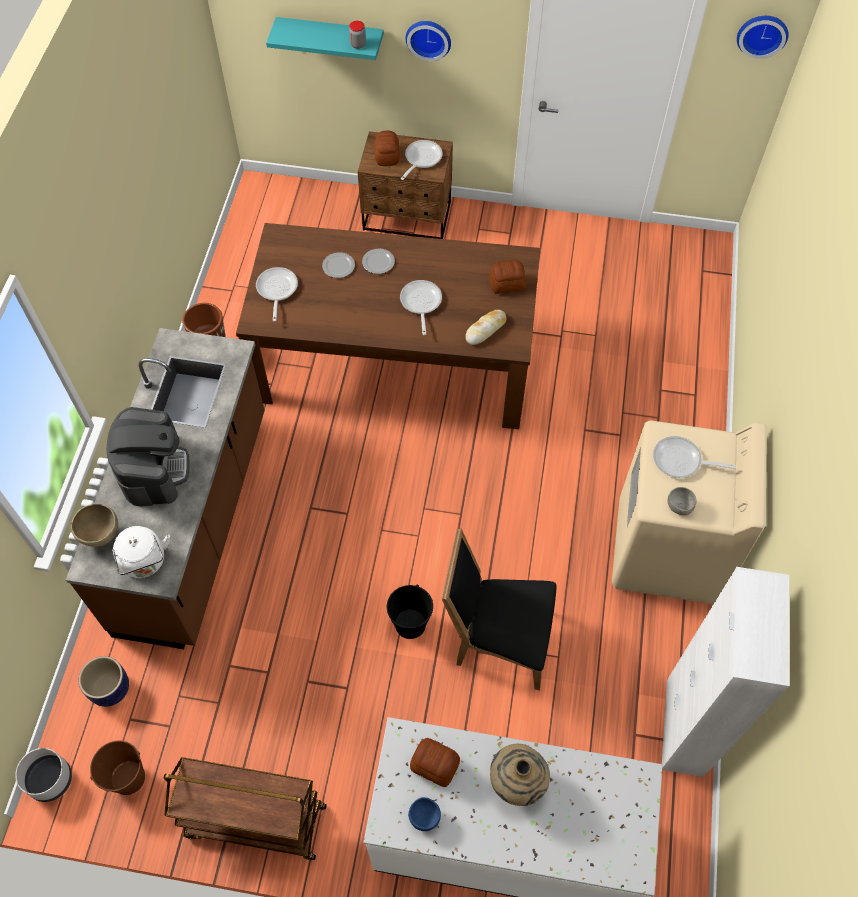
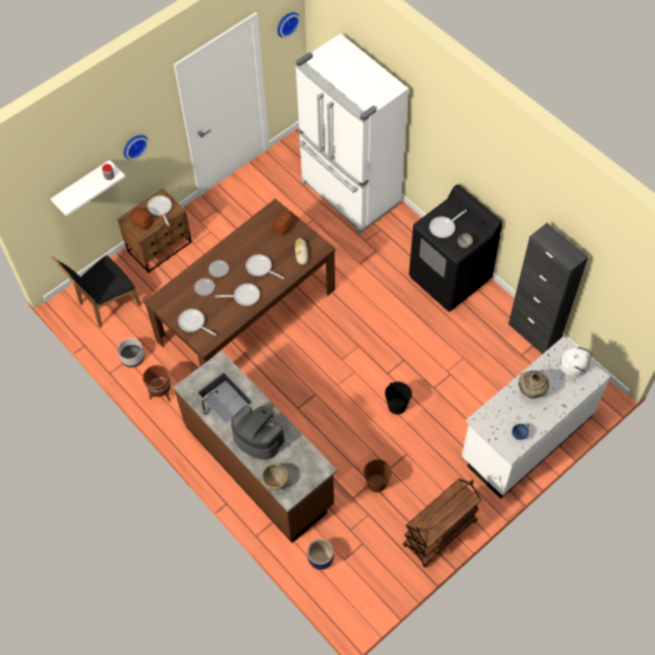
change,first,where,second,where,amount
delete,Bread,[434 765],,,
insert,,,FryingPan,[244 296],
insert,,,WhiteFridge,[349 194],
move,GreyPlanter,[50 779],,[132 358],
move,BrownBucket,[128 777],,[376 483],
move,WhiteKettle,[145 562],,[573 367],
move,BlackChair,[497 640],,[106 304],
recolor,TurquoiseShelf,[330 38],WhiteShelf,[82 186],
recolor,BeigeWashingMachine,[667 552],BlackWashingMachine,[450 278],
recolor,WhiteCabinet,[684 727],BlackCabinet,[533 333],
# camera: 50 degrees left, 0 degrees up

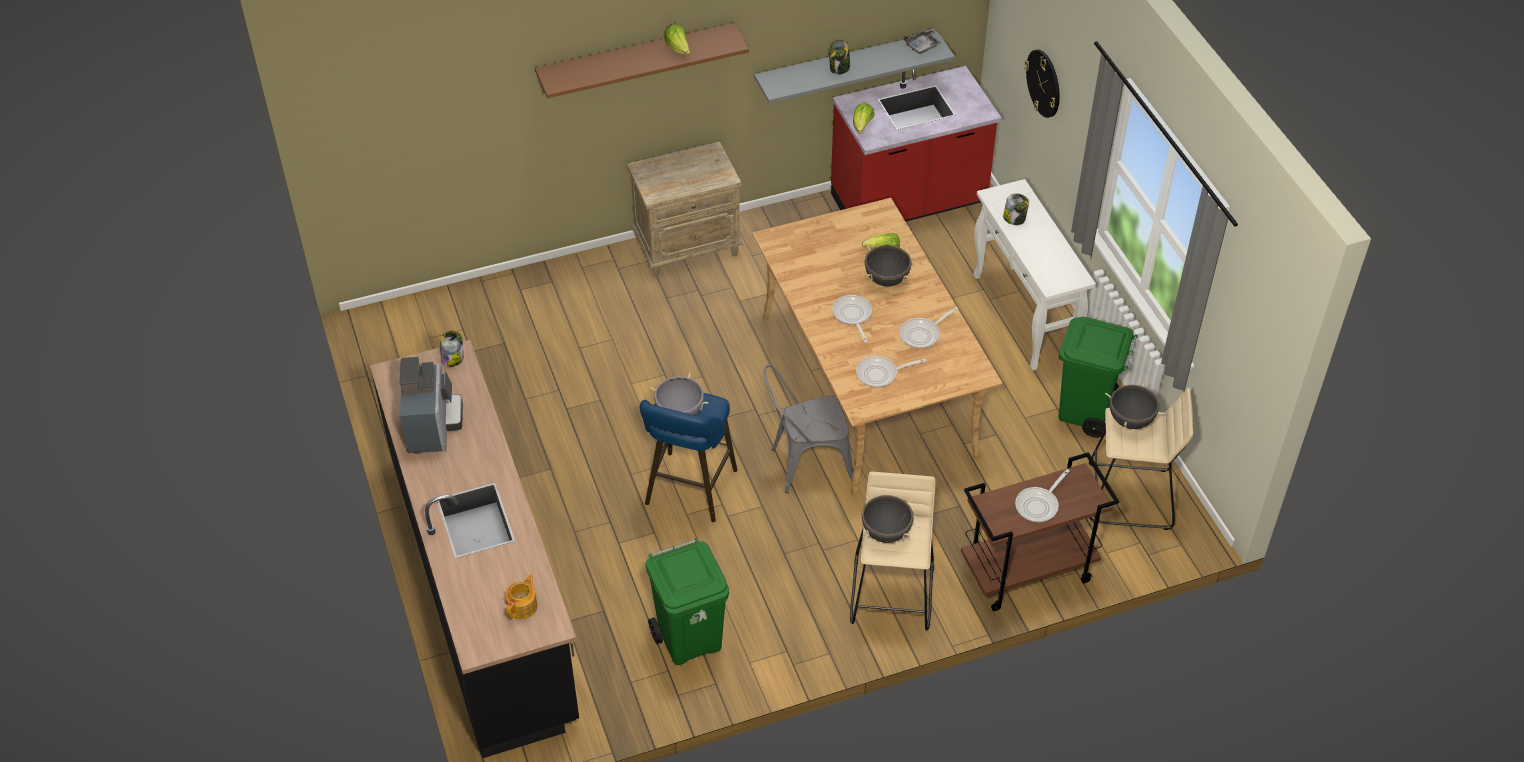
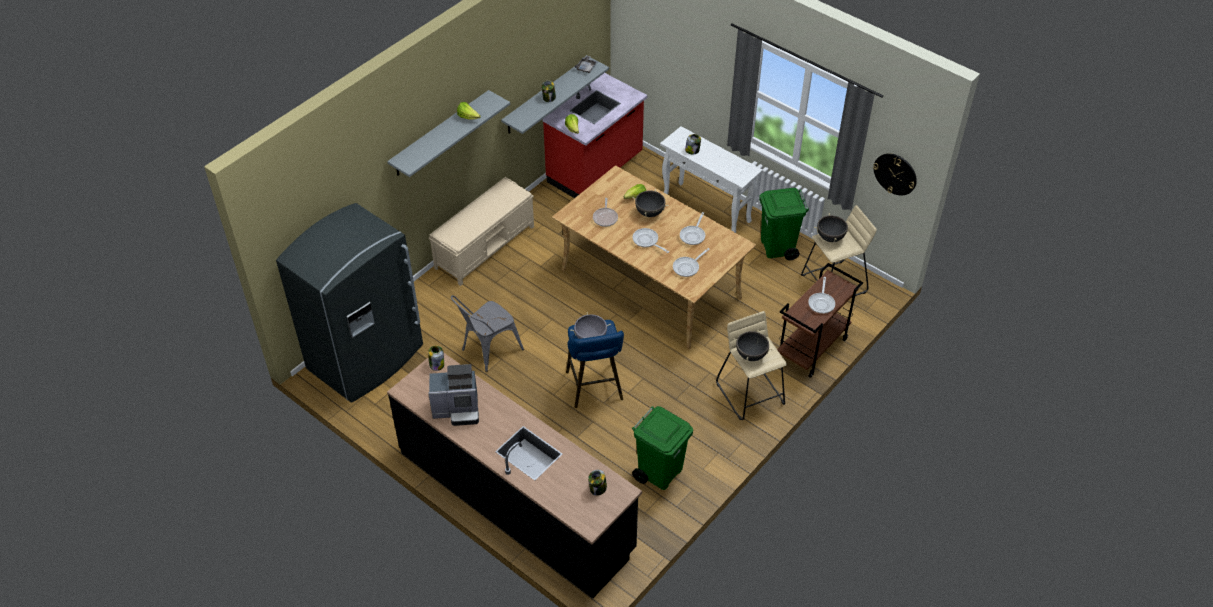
change,first,where,second,where,amount
insert,,,GreyFridge,[367 358],
insert,,,FryingPan,[605 217],
move,GreyChair,[805 465],,[488 351],
move,WallClock,[1044 83],,[895 174],
replace,Teapot,[523 606],Jar,[598 488],
replace,BeigeNightstand,[688 247],BeigeBench,[485 246],
recolor,BrownShelf,[636 59],GreyShelf,[440 134],
rotate,CoffeeMachine,[433 426],,[457 410],120 degrees clockwise
# camera: 30 degrees left, 0 degrees up

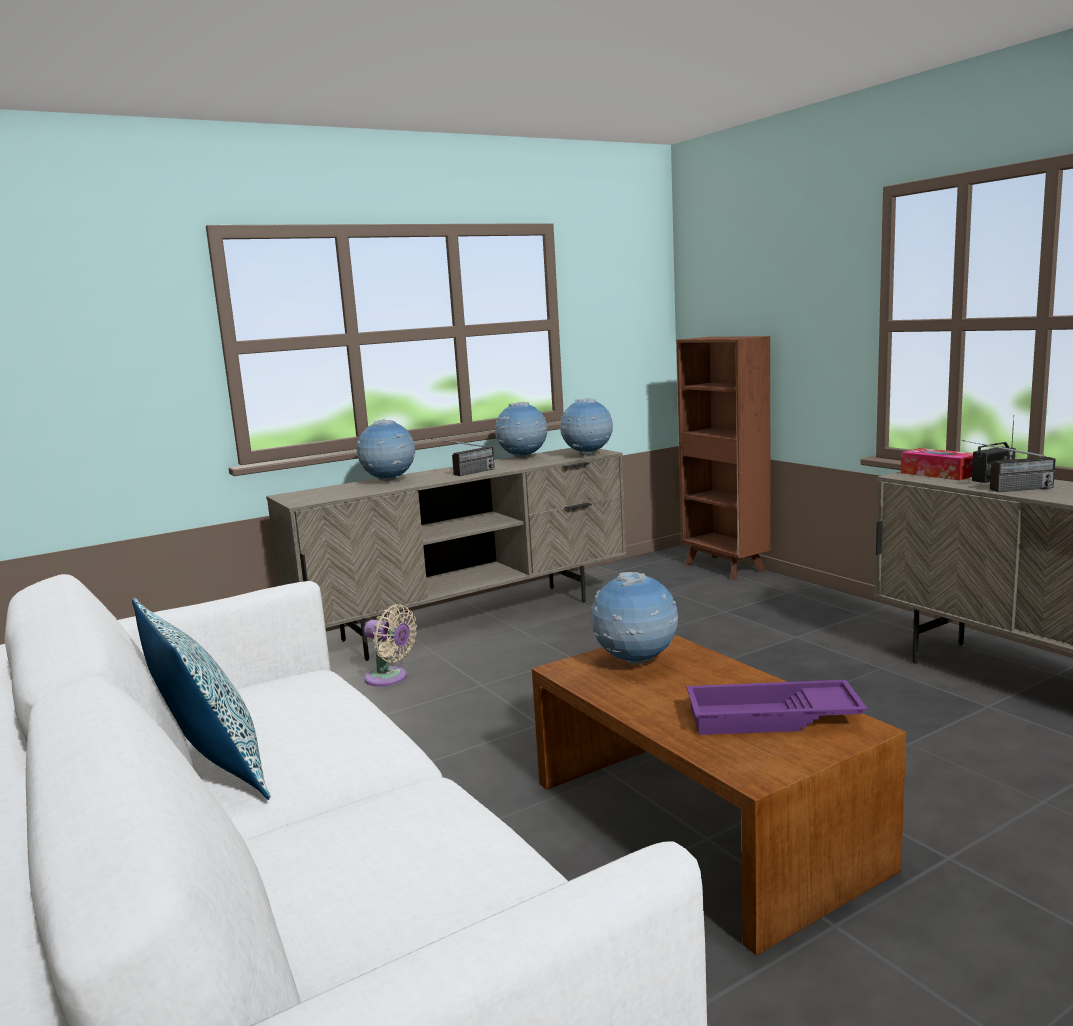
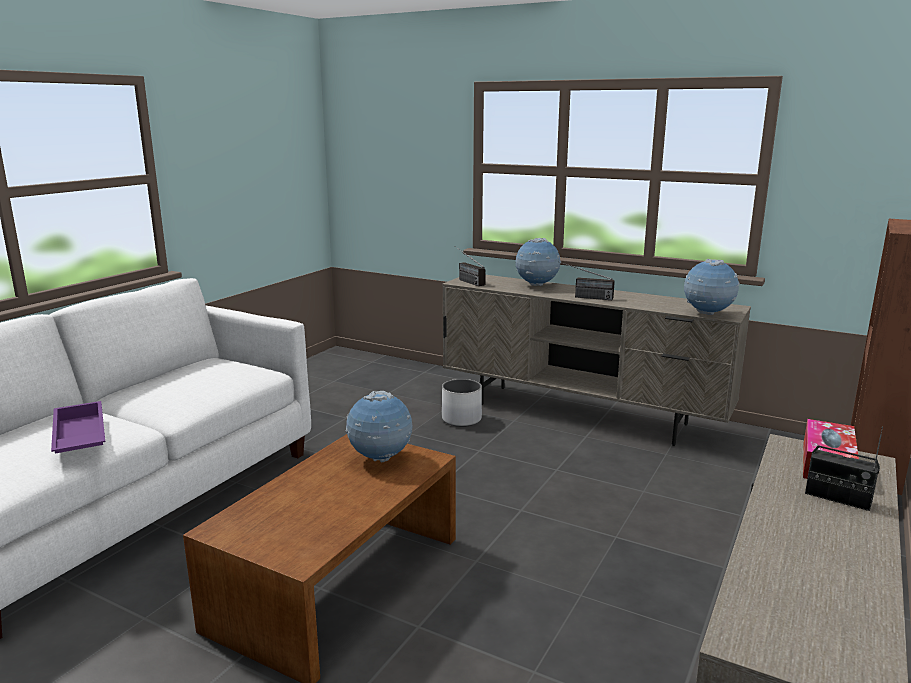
change,first,where,second,where,amount
delete,Pillow,[212 771],,,
delete,Globe,[523 458],,,
move,PurpleTray,[772 718],,[78 437],
move,Radio,[1007 490],,[465 280],
replace,BeigeFan,[389 678],WhitePlanter,[462 419],
# camera: 60 degrees right, 5 degrees up

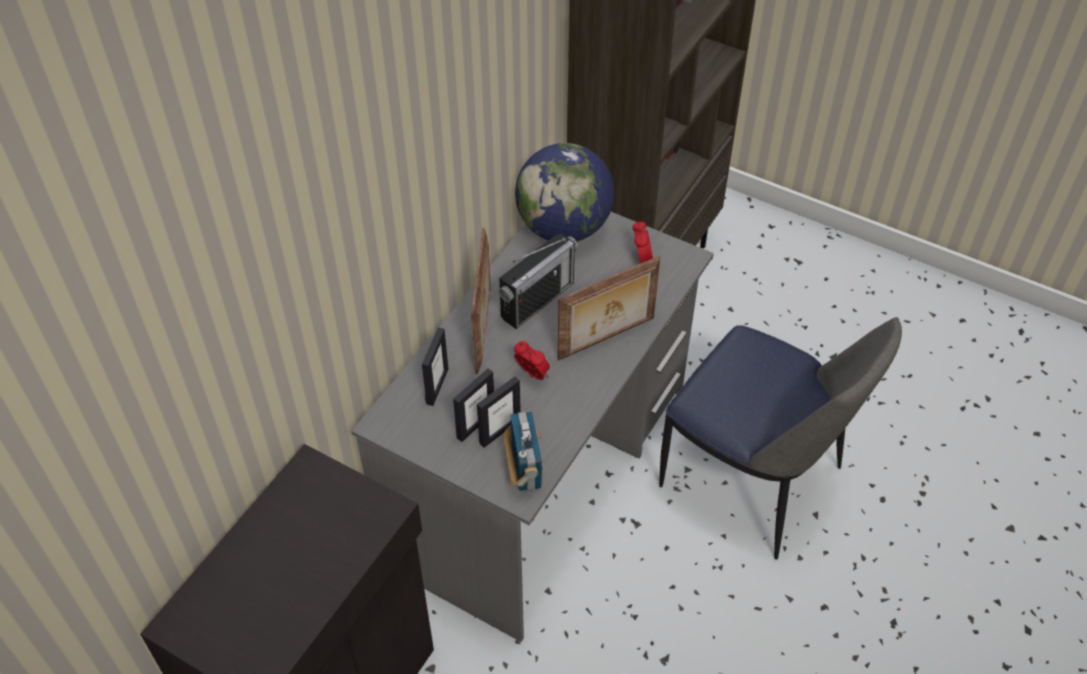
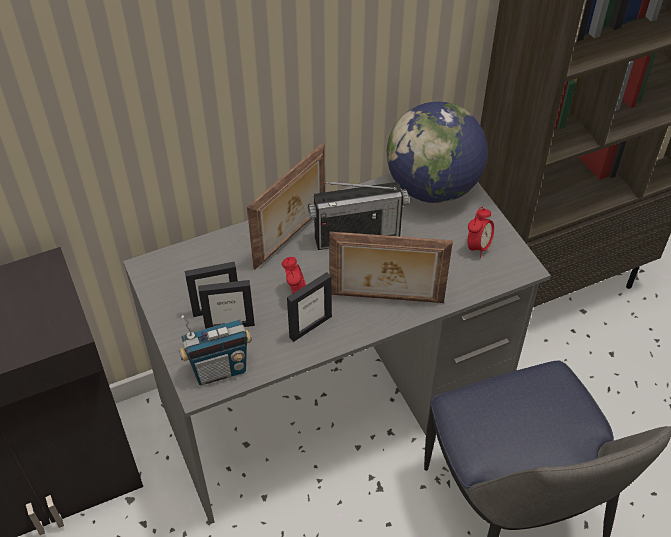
change,first,where,second,where,amount
move,PictureFrame,[437 386],,[310 326],
rotate,Radio,[525 471],,[219 370],45 degrees clockwise
# camera: 35 degrees right, 0 degrees up

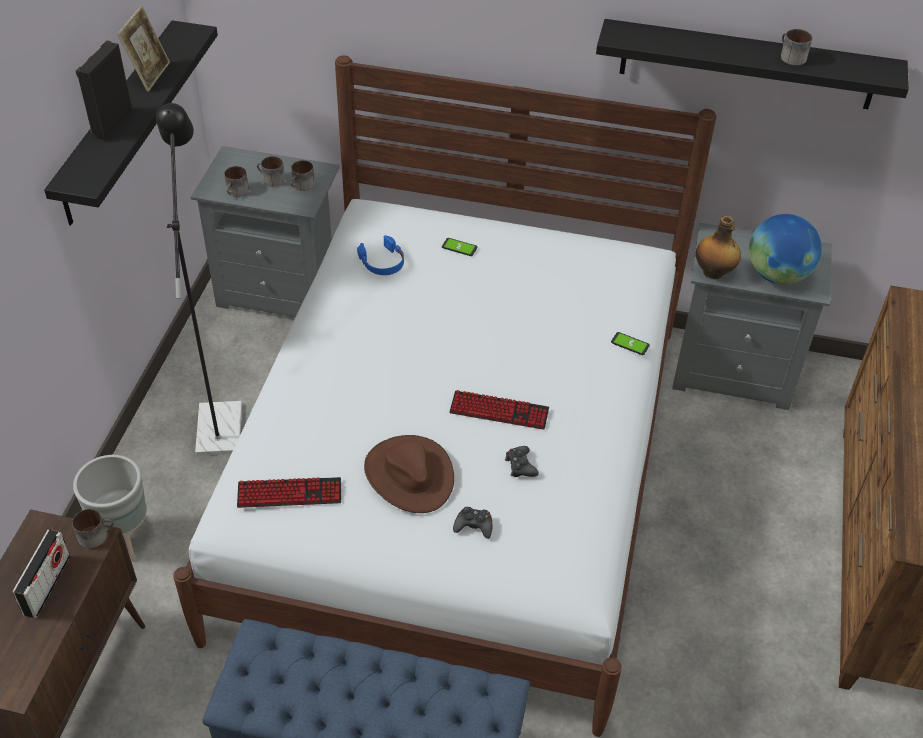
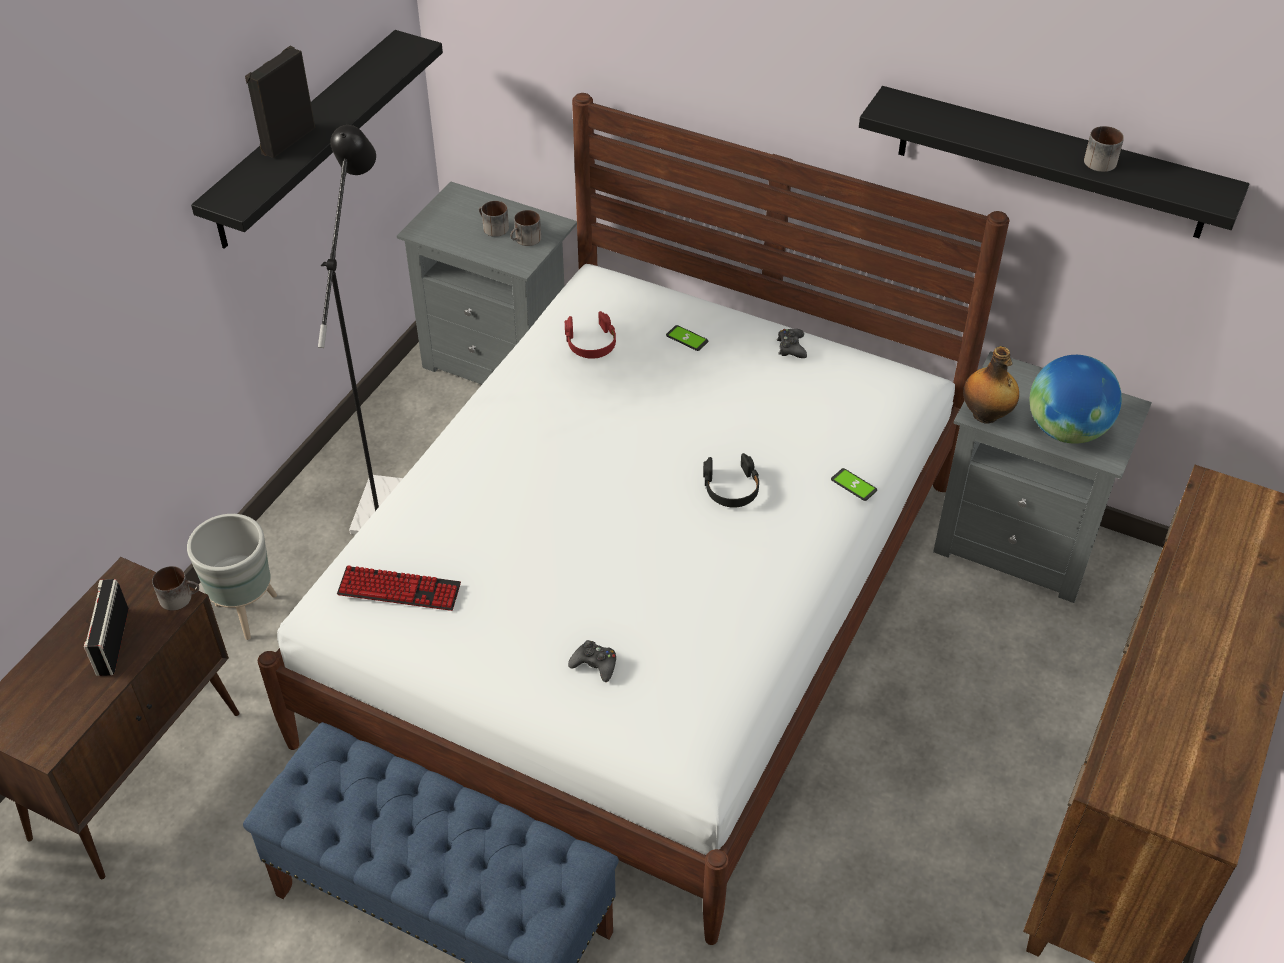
change,first,where,second,where,amount
delete,PictureFrame,[149 75],,,
delete,Mug,[237 192],,,
delete,BrownHat,[409 475],,,
delete,Keyboard,[499 411],,,
insert,,,BlackHeadphones,[731 488],
move,BlackGameController,[520 466],,[791 347],
recolor,BlueHeadphones,[382 262],RedHeadphones,[591 343],
rotate,Radio,[47 585],,[112 642],150 degrees clockwise
# camera: 15 degrees right, 0 degrees up

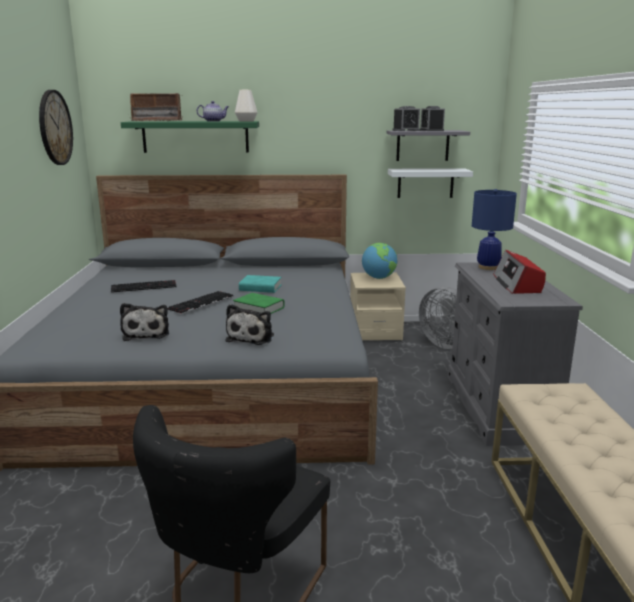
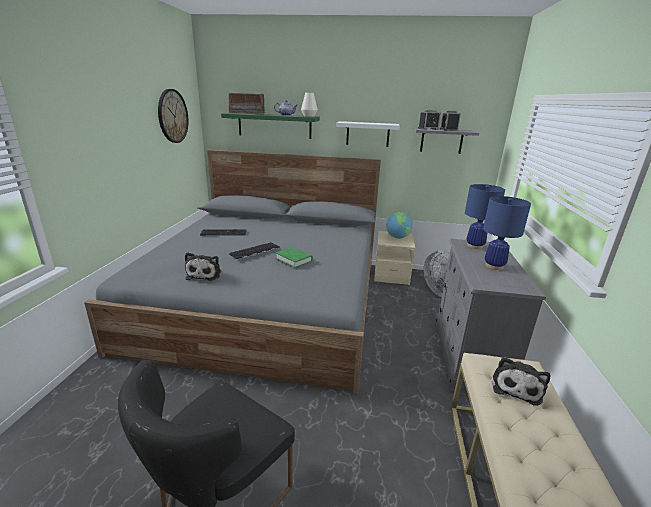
change,first,where,second,where,amount
delete,TurquoiseBook,[260 288],,,
move,PlushToy,[252 337],,[516 387],
move,WhiteShelf,[425 183],,[367 134],
replace,Radio,[517 284],BlueTableLamp,[494 266],
# camera: 10 degrees right, 5 degrees up

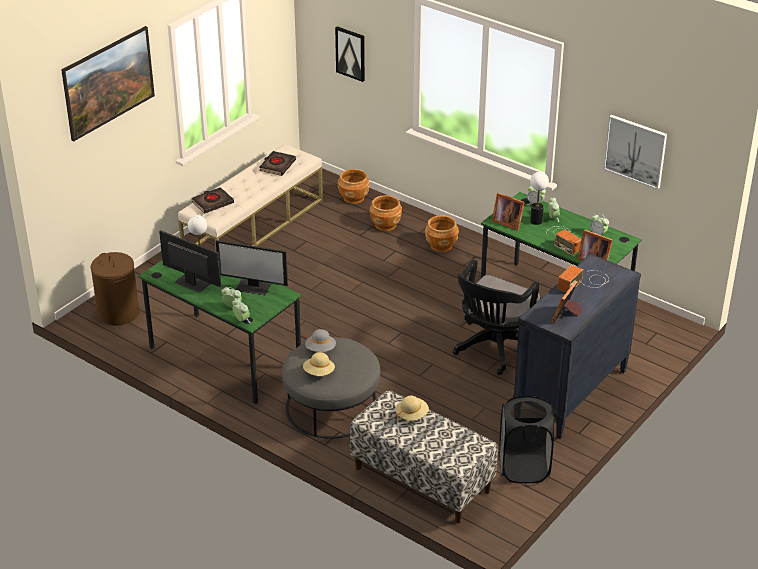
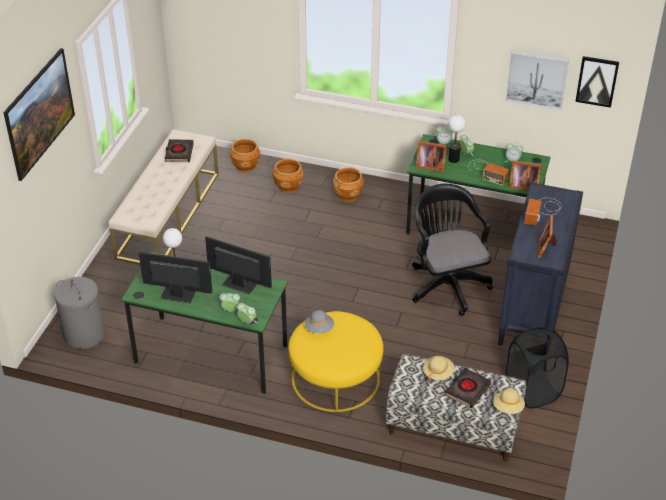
change,first,where,second,where,amount
move,BlackBook,[212 203],,[467 390],
move,BeigeHat,[319 372],,[508 408],
move,Picture,[351 53],,[597 81],
recolor,BrownLaundryBasket,[118 313],GreyLaundryBasket,[84 334],
recolor,GreyOttoman,[332 407],YellowOttoman,[335 378],
rotate,Monitor,[254 287],,[239 284],150 degrees counterclockwise
rotate,BlackOfficeChair,[494 349],,[446 284],150 degrees clockwise
# camera: 20 degrees left, 5 degrees up

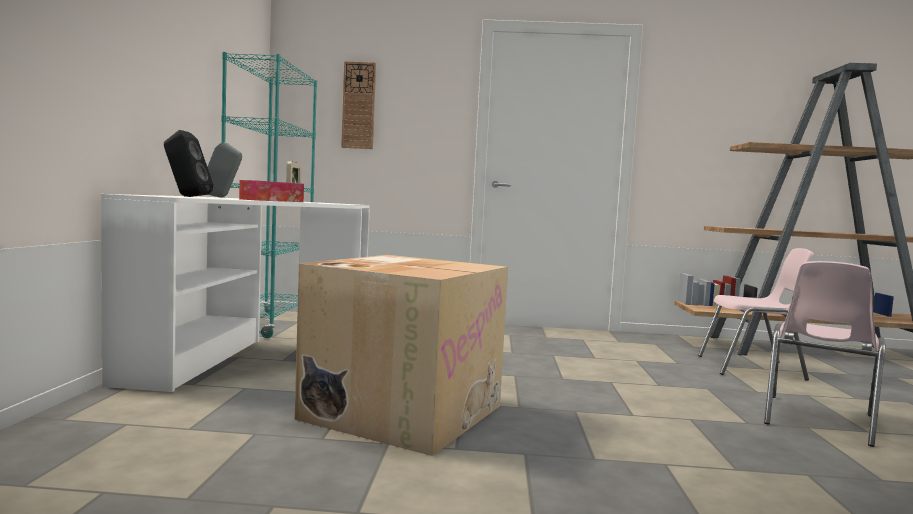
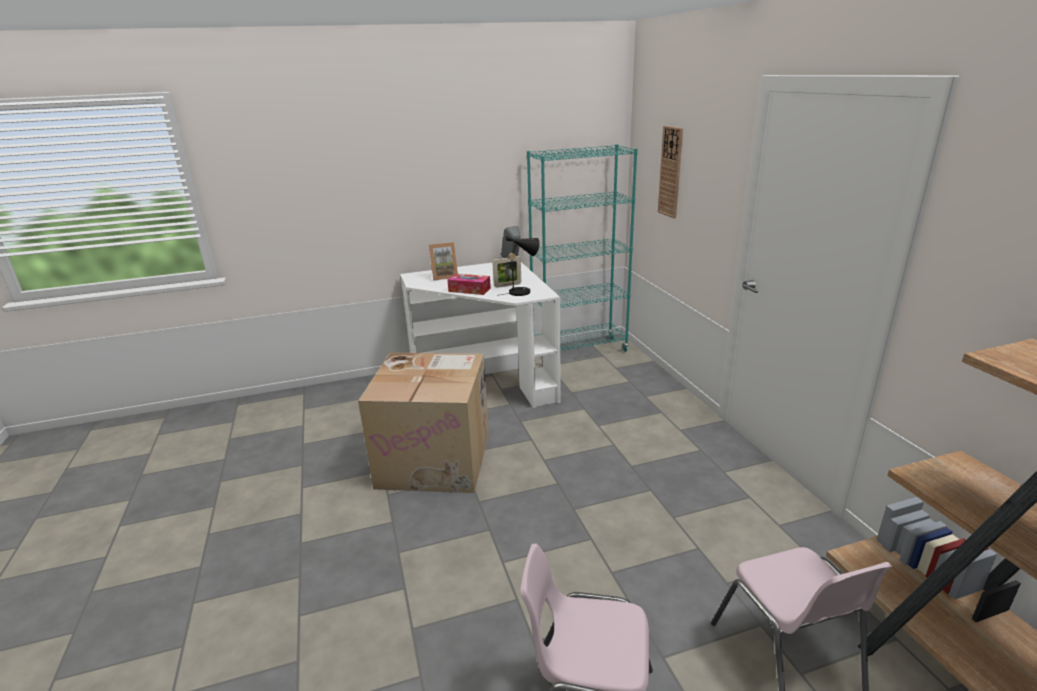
change,first,where,second,where,amount
insert,,,BlackTableLamp,[522 291],
replace,BlackSpeaker,[186 196],PictureFrame,[444 276],
# camera: 70 degrees right, 20 degrees up

